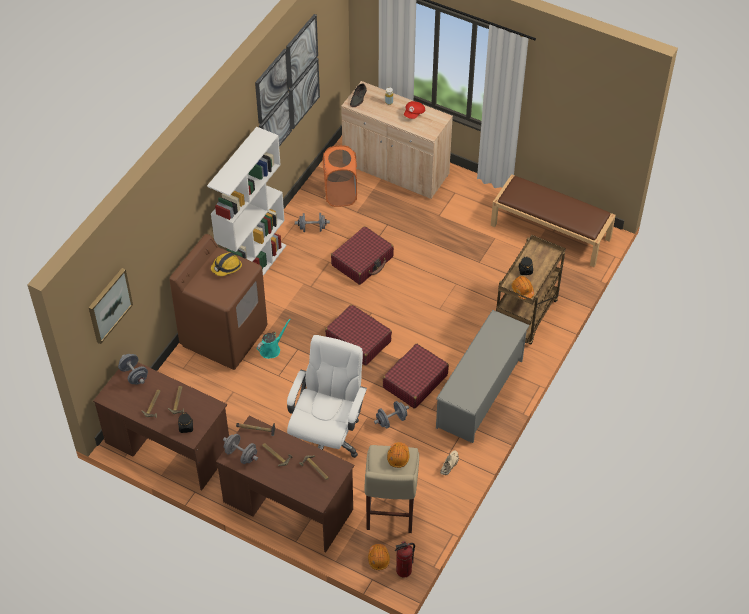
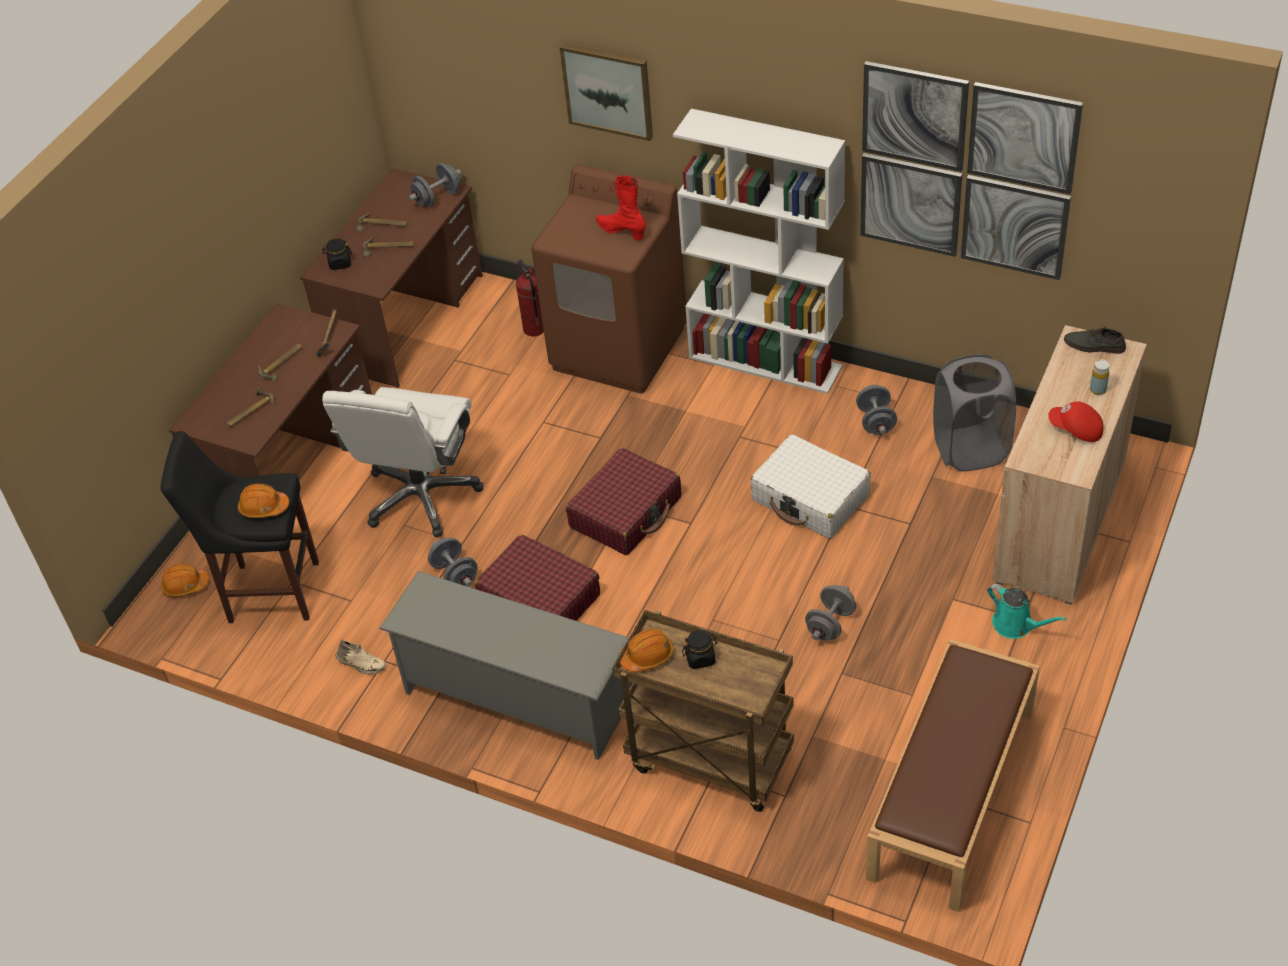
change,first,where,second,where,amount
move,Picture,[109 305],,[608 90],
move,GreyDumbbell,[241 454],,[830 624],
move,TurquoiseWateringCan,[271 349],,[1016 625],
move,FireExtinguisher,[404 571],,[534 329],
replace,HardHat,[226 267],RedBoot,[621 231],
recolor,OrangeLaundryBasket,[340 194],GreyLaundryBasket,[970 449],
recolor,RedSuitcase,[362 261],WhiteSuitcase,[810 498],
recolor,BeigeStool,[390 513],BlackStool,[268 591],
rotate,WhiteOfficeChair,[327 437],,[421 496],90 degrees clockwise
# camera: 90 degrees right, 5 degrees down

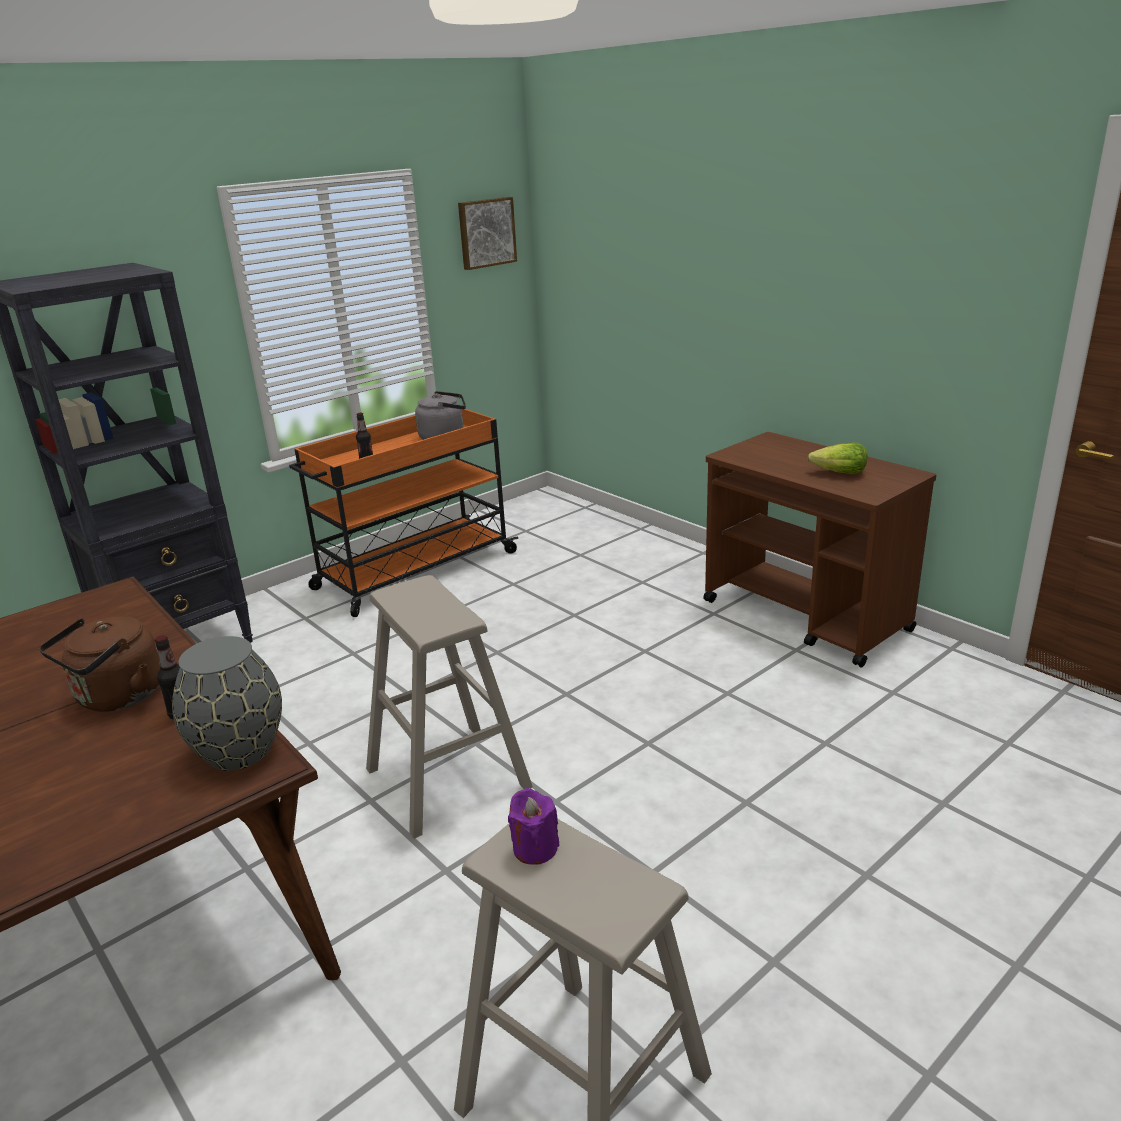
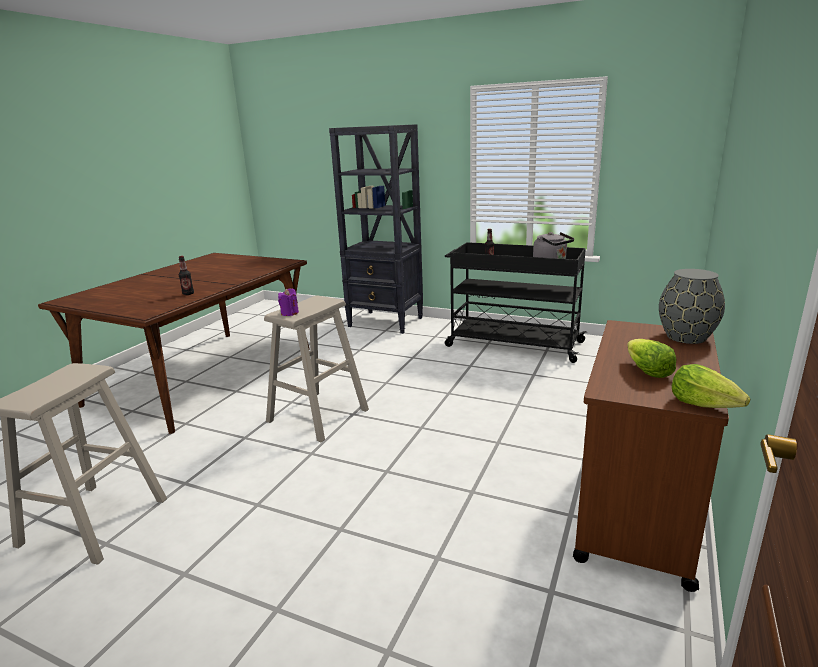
change,first,where,second,where,amount
delete,BrownKettle,[117 698],,,
delete,Picture,[486 232],,,
insert,,,Lettuce,[704 404],
move,GreyVase,[238 751],,[685 337],
move,PurpleCandle,[535 848],,[289 313],
recolor,OrangeCart,[414 571],BlackCart,[512 344],
# camera: 65 degrees right, 5 degrees down

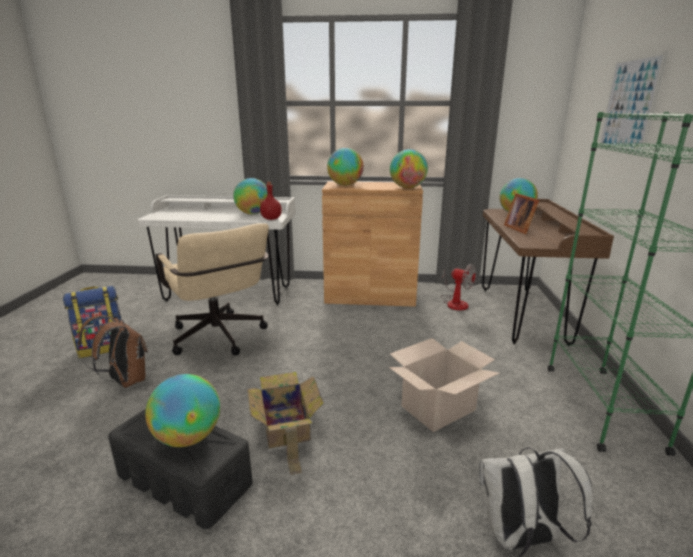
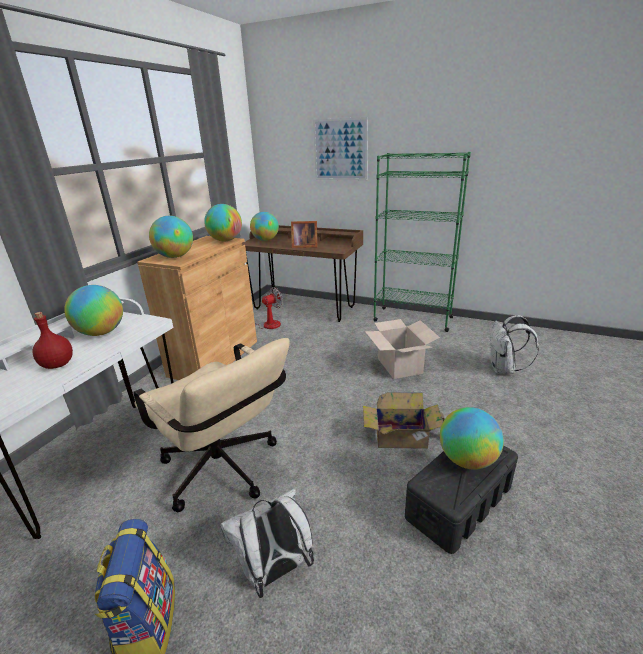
change,first,where,second,where,amount
move,RedBottle,[271 219],,[57 365],
recolor,BrownBackpack,[125 381],WhiteBackpack,[274 572],
rotate,BeigeOfficeChair,[220 339],,[226 472],60 degrees clockwise
# camera: 70 degrees left, 5 degrees up

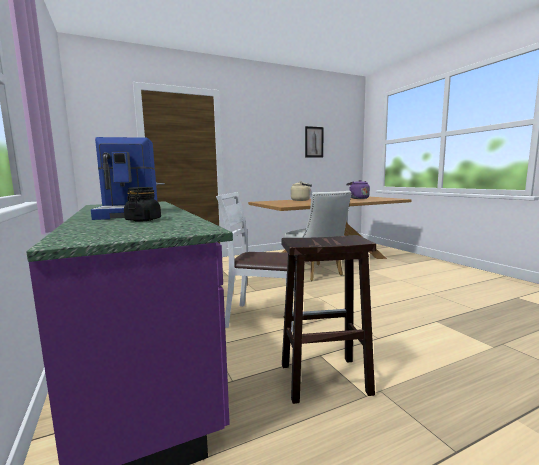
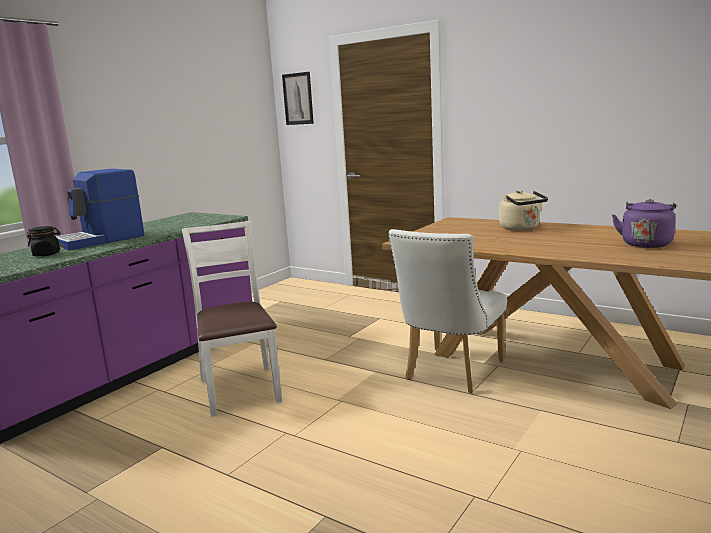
change,first,where,second,where,amount
delete,BrownStool,[323 379],,,
move,Picture,[314 142],,[298 99],
# camera: 60 degrees right, 5 degrees up

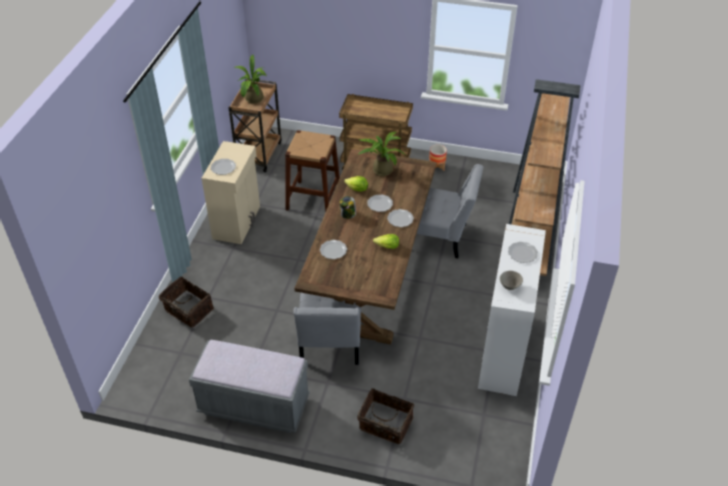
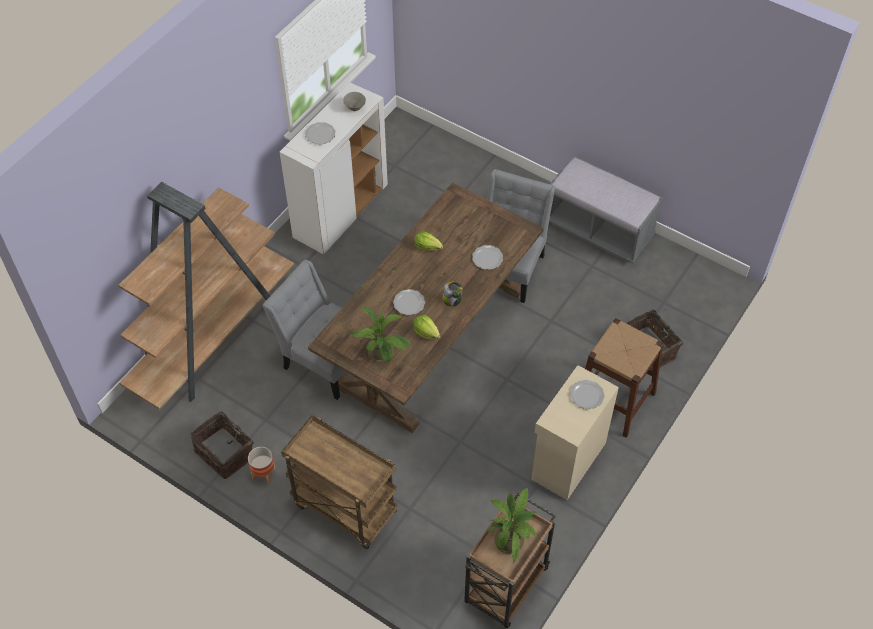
change,first,where,second,where,amount
delete,Plate,[400 219],,,
move,BrownStool,[313 198],,[614 400],
move,Basket,[385 425],,[225 452],
# camera: 160 degrees left, 10 degrees up

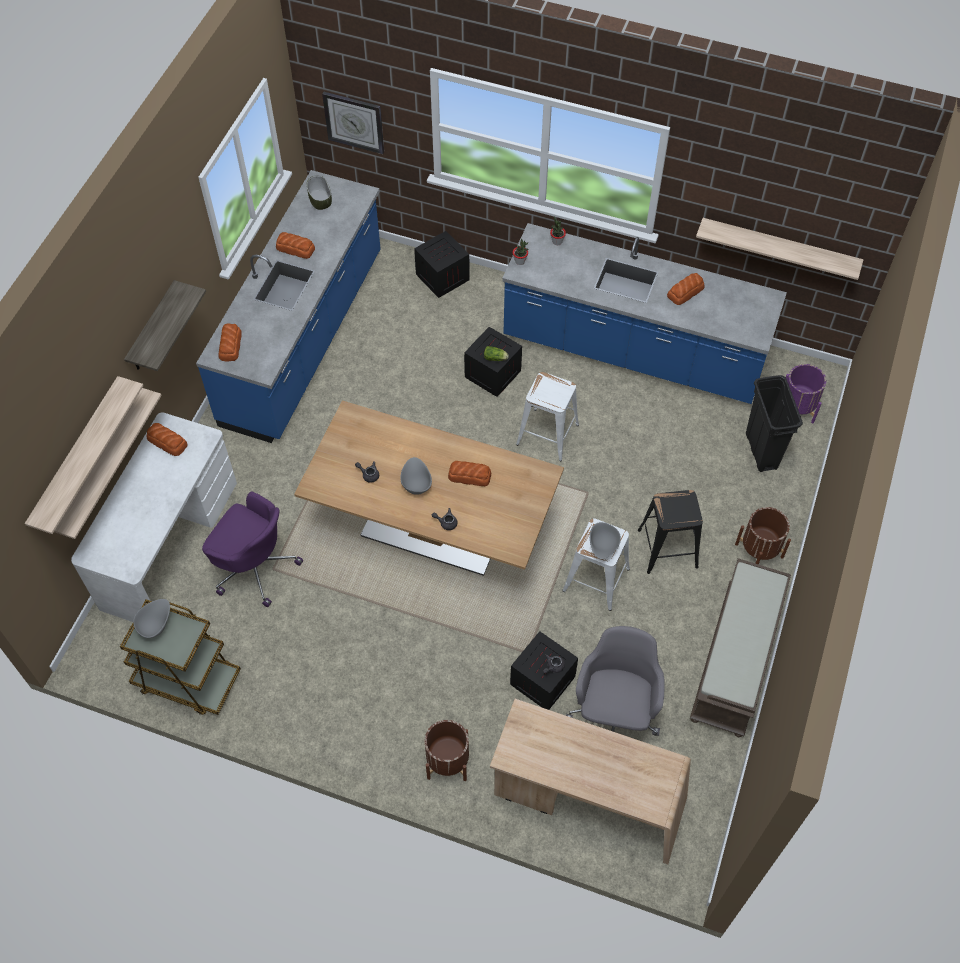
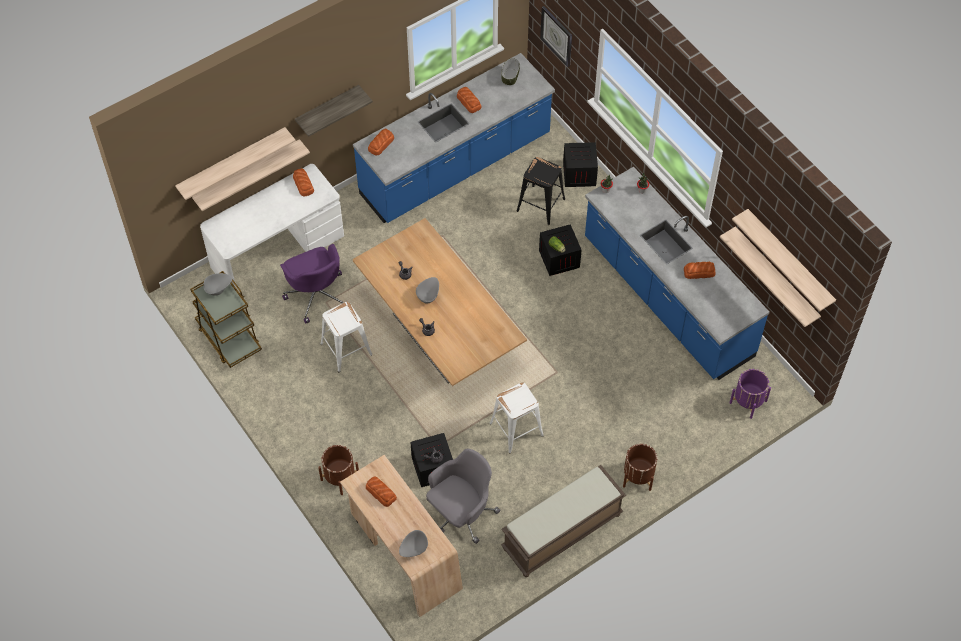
change,first,where,second,where,amount
delete,BlackTrashCan,[761 451],,,
insert,,,Shelf,[789 260],
move,Bread,[469 475],,[381 492],
move,WhiteStool,[547 435],,[345 349],
move,GreyBowl,[602 547],,[414 549],
move,BlackStool,[667 549],,[540 205],
# camera: 35 degrees right, 0 degrees up

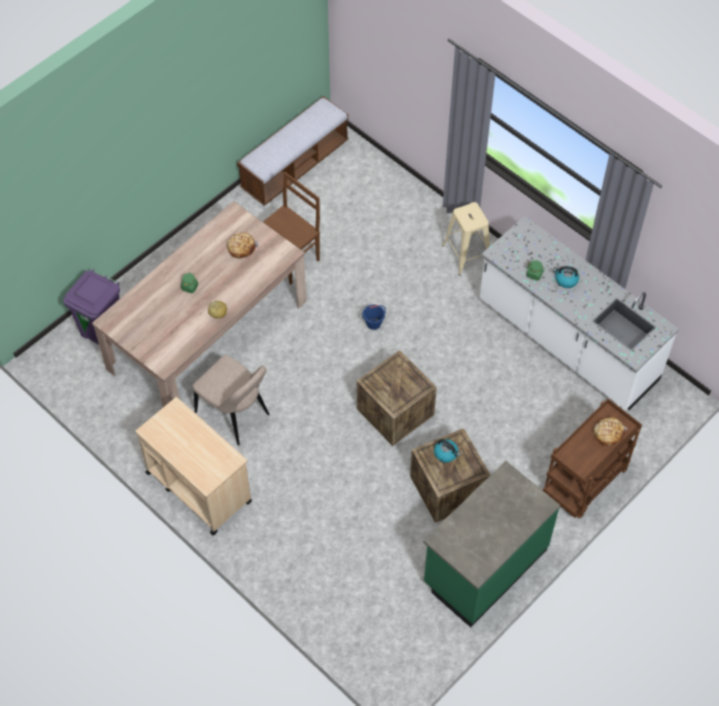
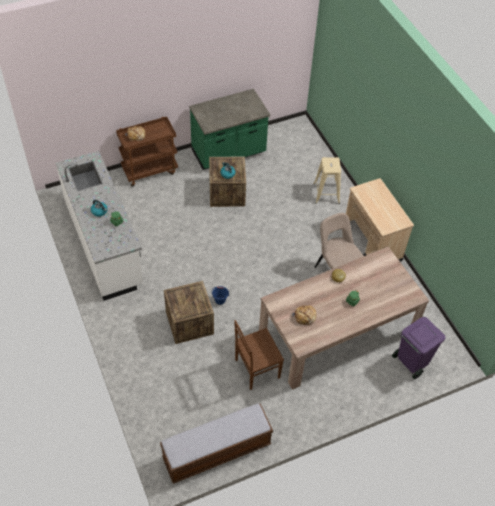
change,first,where,second,where,amount
move,Crate,[395 412],,[189 322],
move,BeigeStool,[466 254],,[326 193],
# camera: 160 degrees left, 5 degrees down

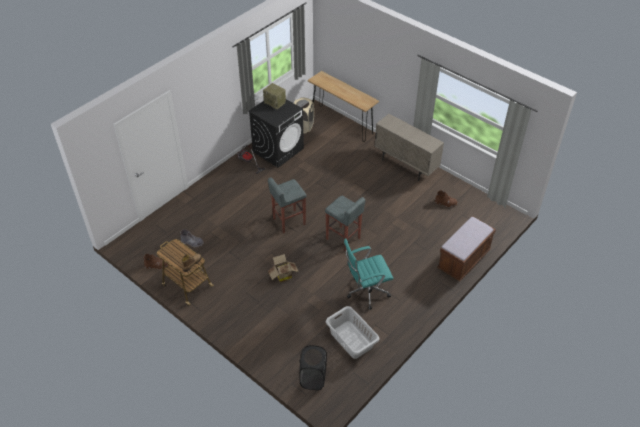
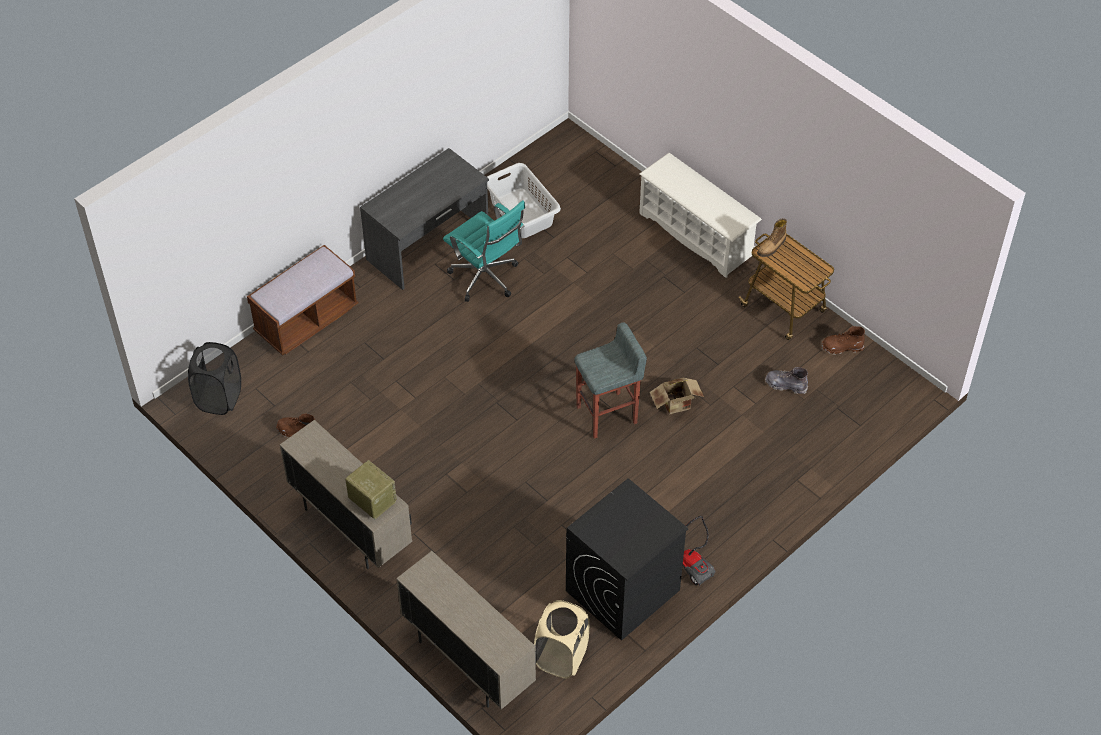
change,first,where,second,where,amount
delete,GreyStool,[343 239],,,
insert,,,GreyDesk,[428 245],
insert,,,WhiteShoeRack,[696 235],
move,Radio,[275 103],,[371 500],
move,CardboardBox,[282 275],,[677 405],
move,BlackLaundryBasket,[313 378],,[219 398],
replace,BrownConsoleTable,[341 123],BeigeCabinet,[468 661],
rotate,TurquoiseOfficeChair,[366 292],,[486 279],60 degrees clockwise
# camera: 175 degrees left, 5 degrees up

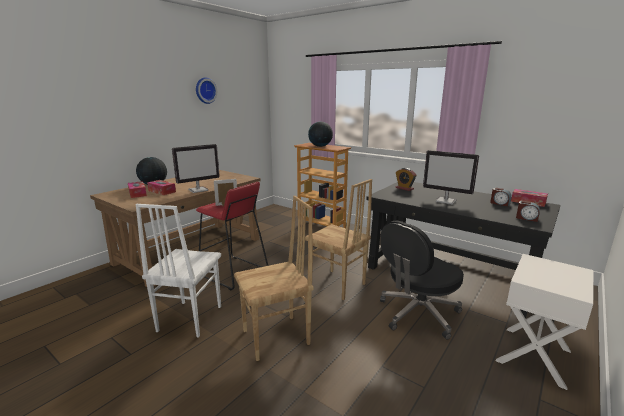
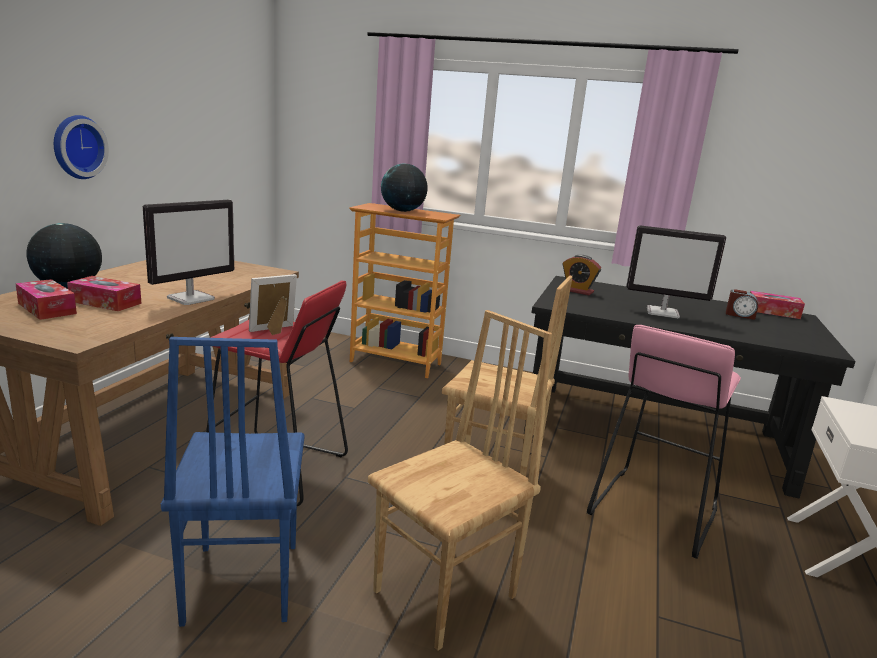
change,first,where,second,where,amount
delete,AlarmClock,[526 218],,,
move,WallClock,[205 90],,[76 147],
replace,BlackOfficeChair,[417 314],PinkStool,[652 511],
recolor,WhiteChair,[189 318],BlueChair,[239 583],
# camera: 20 degrees left, 0 degrees up

